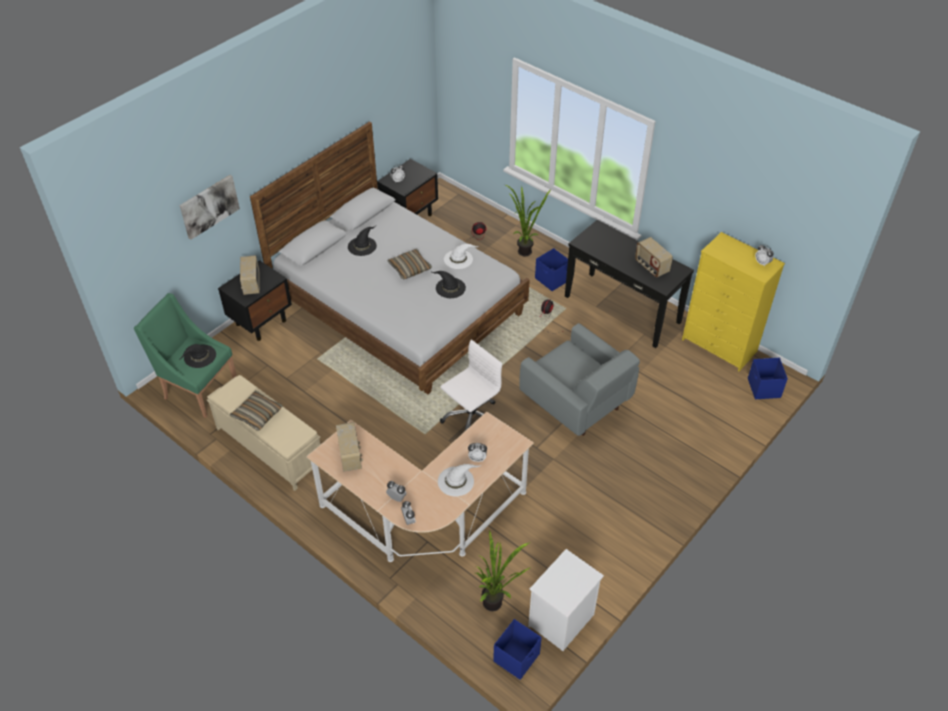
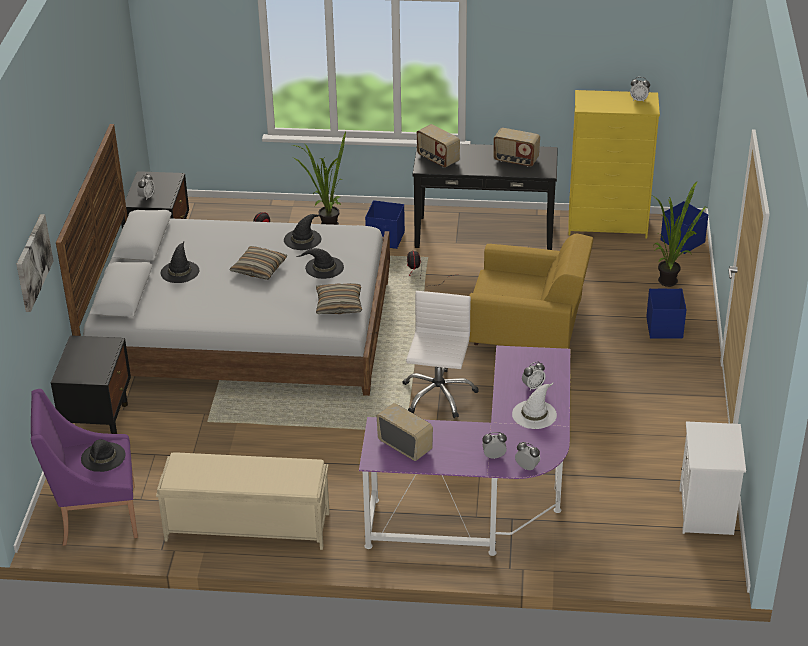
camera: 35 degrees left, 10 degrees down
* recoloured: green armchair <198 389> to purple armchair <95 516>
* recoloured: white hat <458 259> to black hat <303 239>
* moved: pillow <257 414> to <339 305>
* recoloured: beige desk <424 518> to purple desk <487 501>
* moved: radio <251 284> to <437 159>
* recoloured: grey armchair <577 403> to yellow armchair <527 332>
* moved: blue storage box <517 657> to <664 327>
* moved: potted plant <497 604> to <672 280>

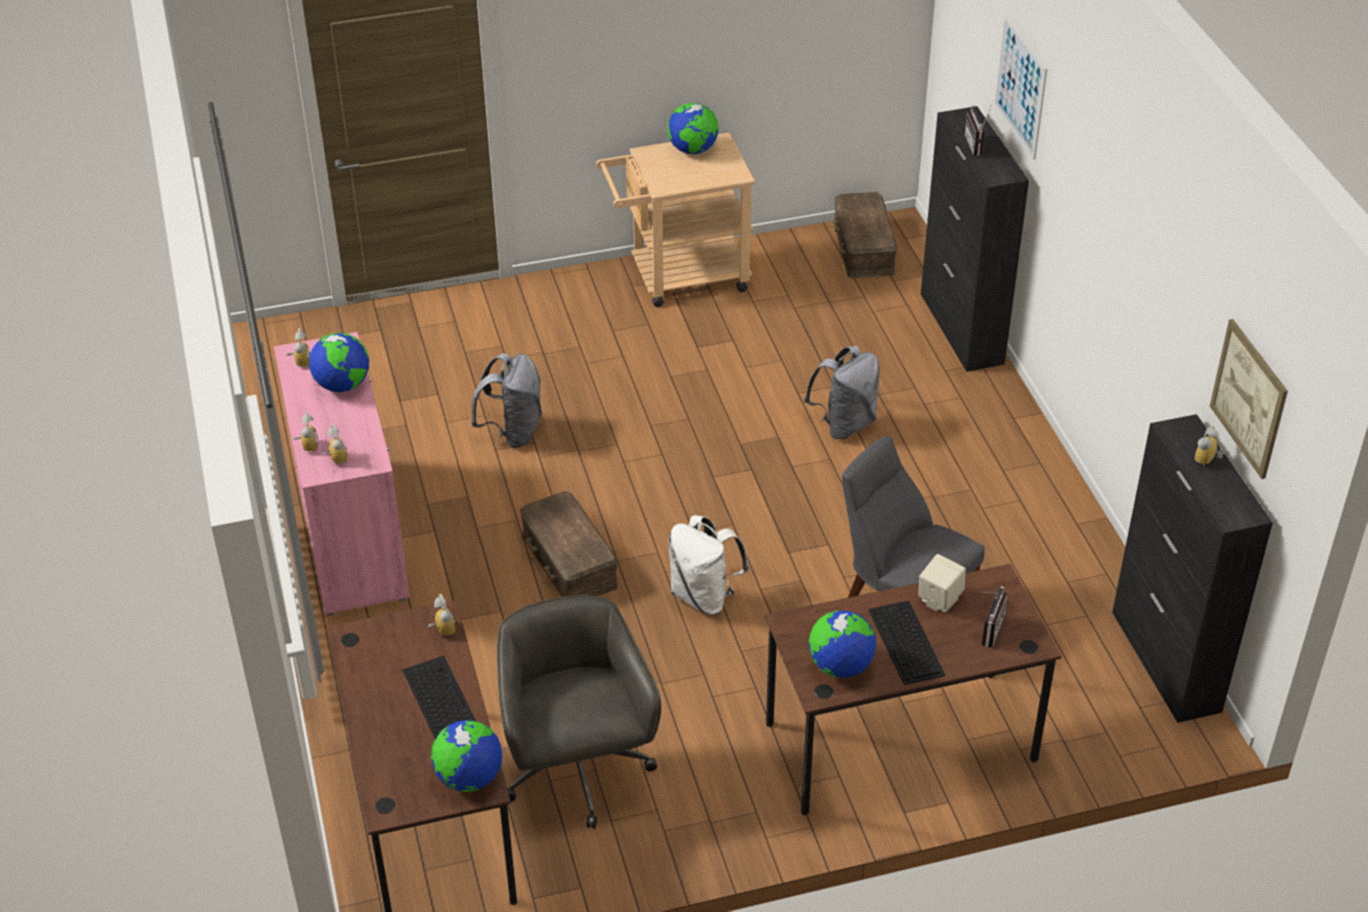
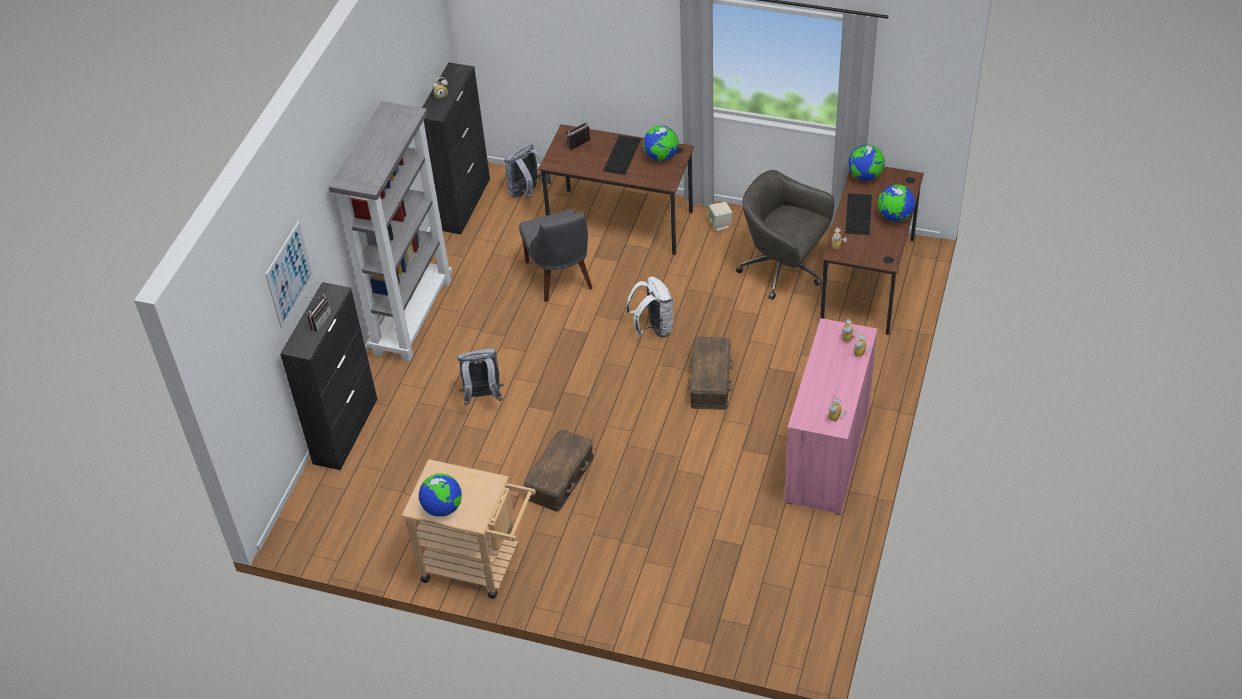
camera: 145 degrees left, 5 degrees up
* added: grey bookcase <412 316>
* moved: grey backpack <513 432> to <527 192>
* moved: brown storage box <864 247> to <559 477>
* moved: beige speaker <939 599> to <720 224>
* turned: grey office chair <576 771> = <783 270> 105 degrees clockwise
* moved: globe <343 385> to <894 216>
* removed: picture <1249 398>

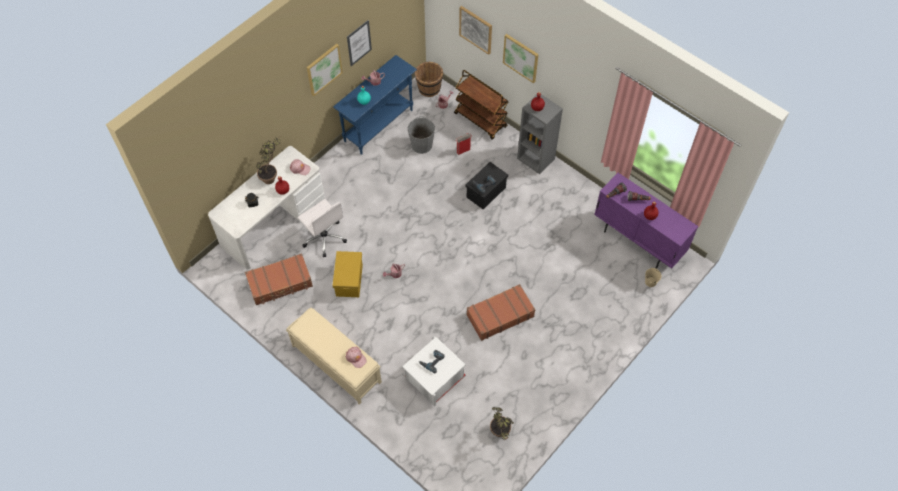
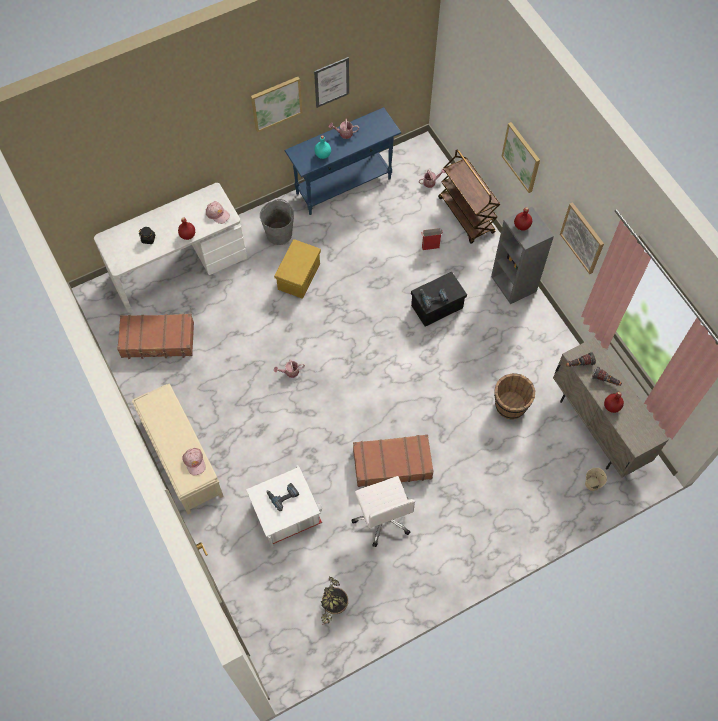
camera: 20 degrees right, 5 degrees up
* moved: grey bucket <422 145> to <279 233>
* moved: yellow storage box <349 280> to <299 277>
* moved: white office chair <324 238> to <382 518>
* moved: brown bucket <429 89> to <510 406>
* recoloured: purple cabinet <637 242> to beige cabinet <597 428>
* moved: picture <476 29> to <582 238>
* removed: potted plant <272 176>

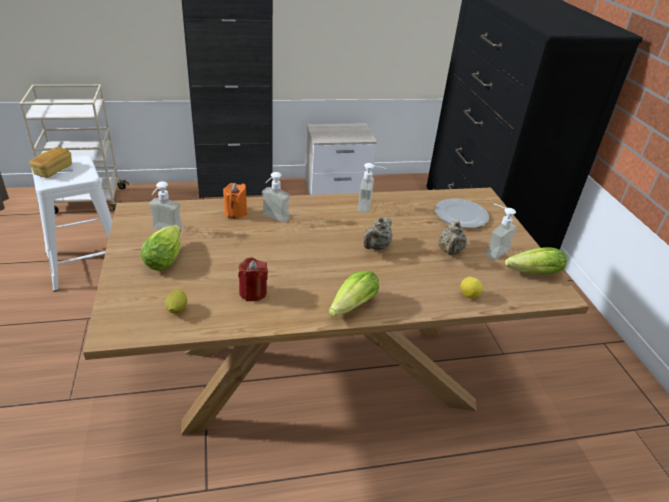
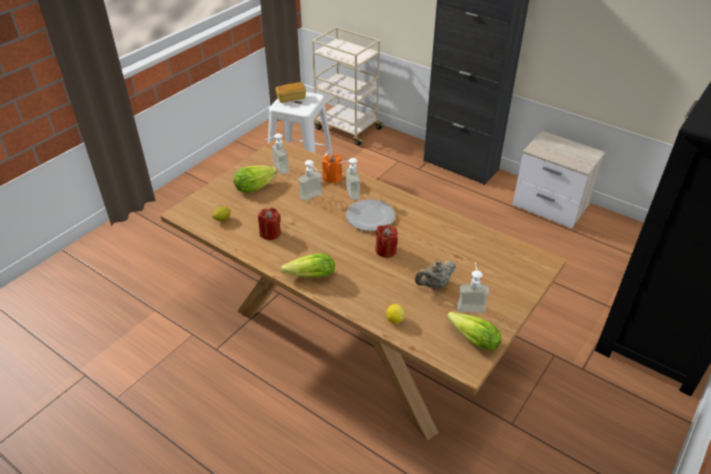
camera: 50 degrees right, 5 degrees up
* moved: soap dispenser <370 206> to <313 198>
* moved: plate <461 215> to <371 217>
* replaced: beige teapot <376 247> to red candle <386 250>

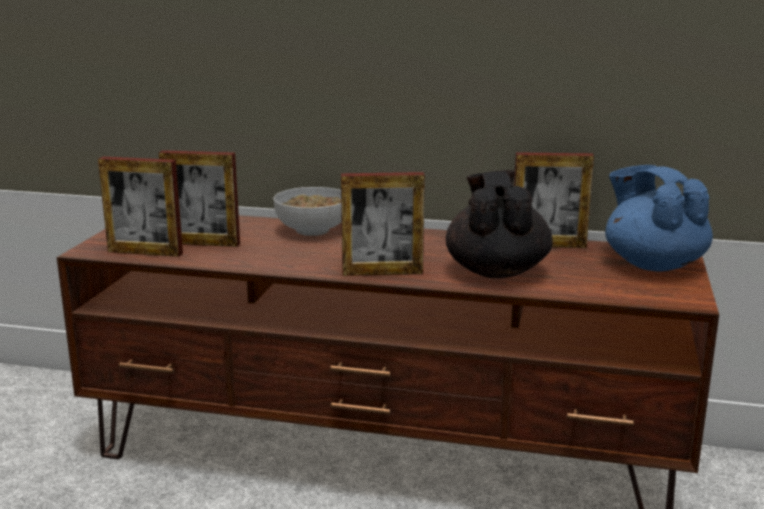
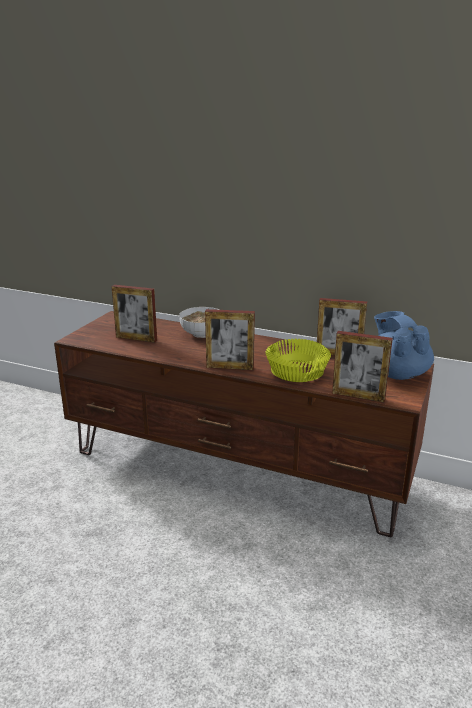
camera: 10 degrees right, 5 degrees up
* replaced: black teapot <496 271> to yellow bowl <298 371>
* moved: picture frame <145 252> to <358 396>

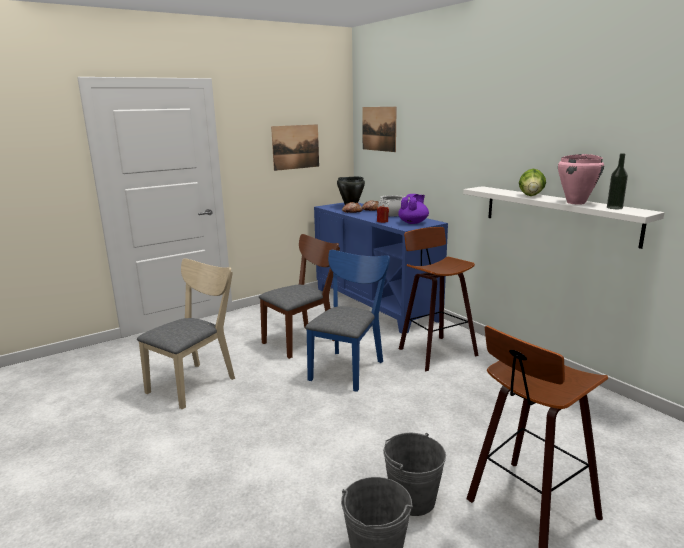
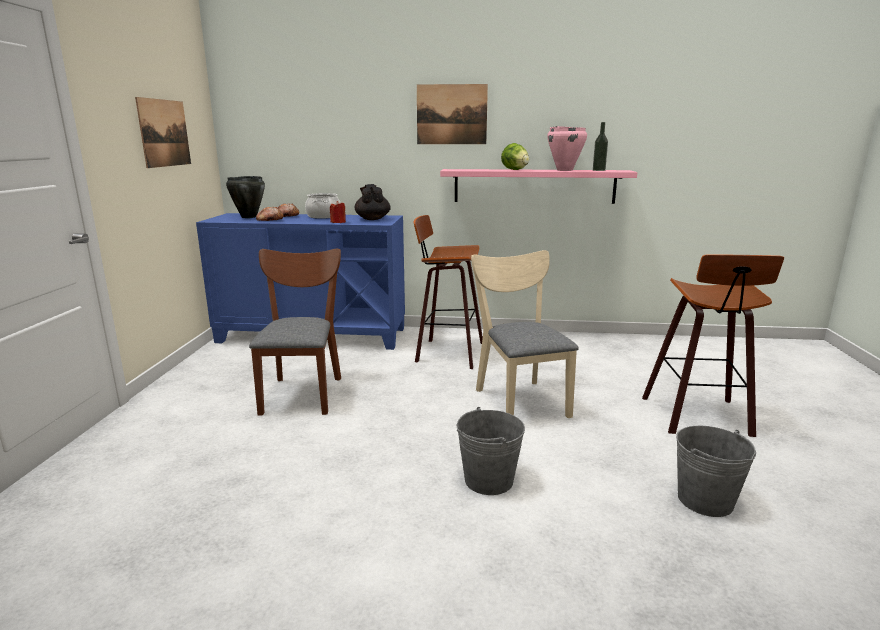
camera: 50 degrees left, 0 degrees up
* recoloured: purple teapot <413 222> to black teapot <372 219>
* moved: picture <379 129> to <451 114>
* recoloured: white shelf <557 214> to pink shelf <534 186>
* moved: grey bucket <412 499> to <488 480>
* moved: beige chair <196 382> to <519 399>
* removed: blue chair <349 367>

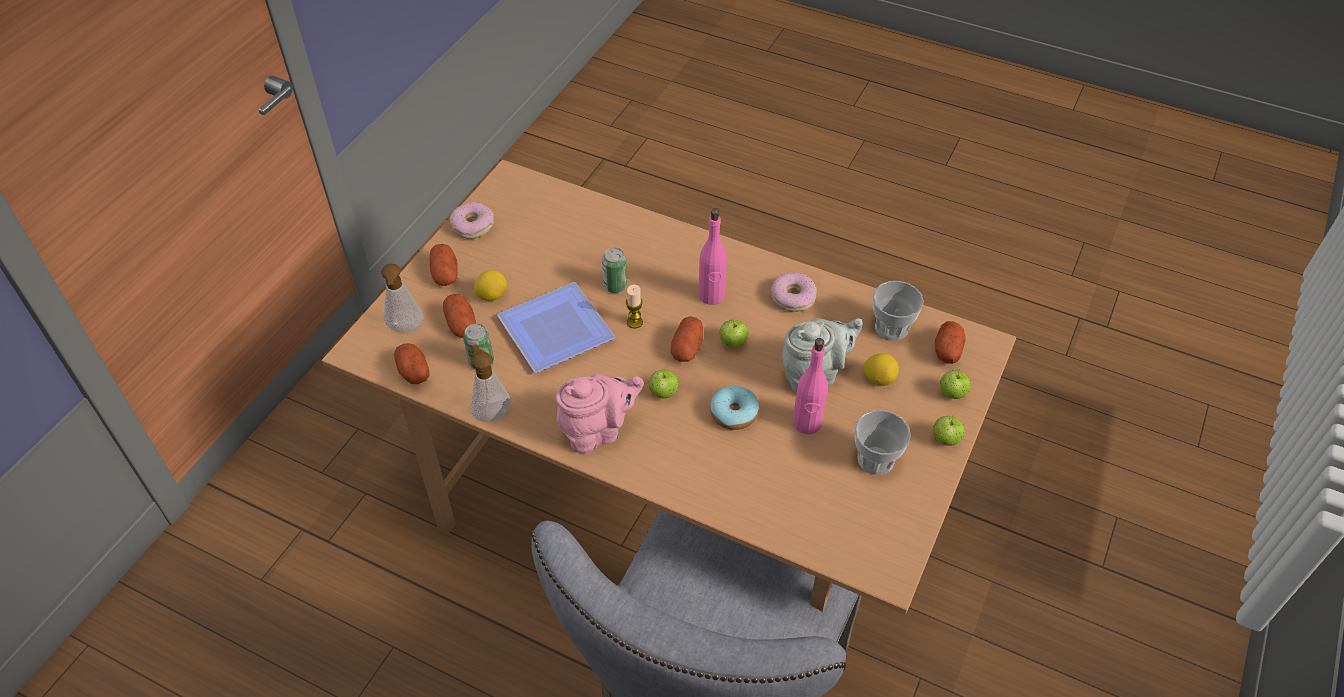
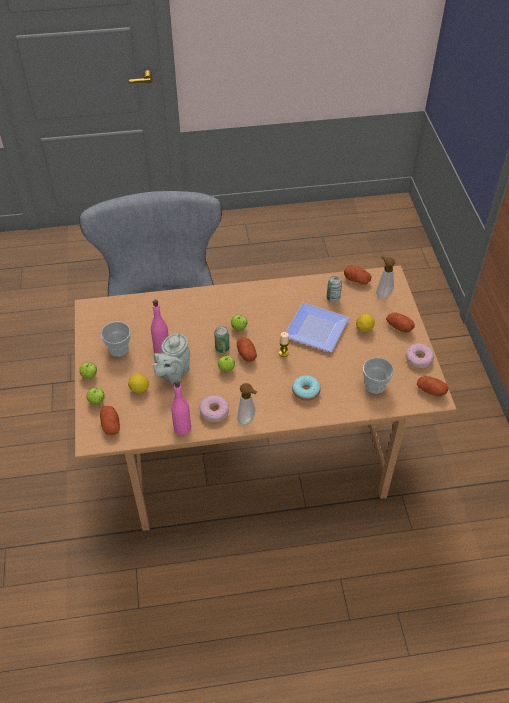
camera: 145 degrees right, 0 degrees up
* moved: pink bottle <711 295> to <182 428>
* moved: can <615 286> to <222 348>
* moved: soap dispenser <491 412> to <248 420>
* moved: donut <734 413> to <305 391>
* moved: cup <891 328> to <375 385>
* moved: potato <461 324> to <430 390>
* removed: pink teapot <598 431>

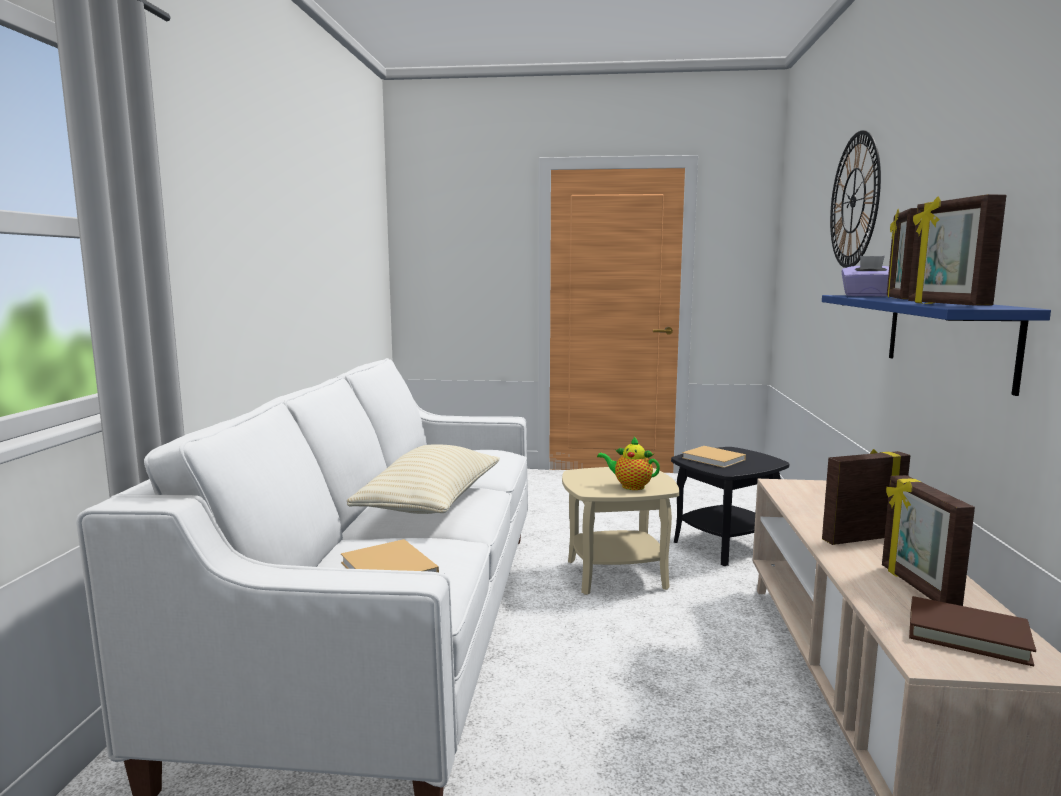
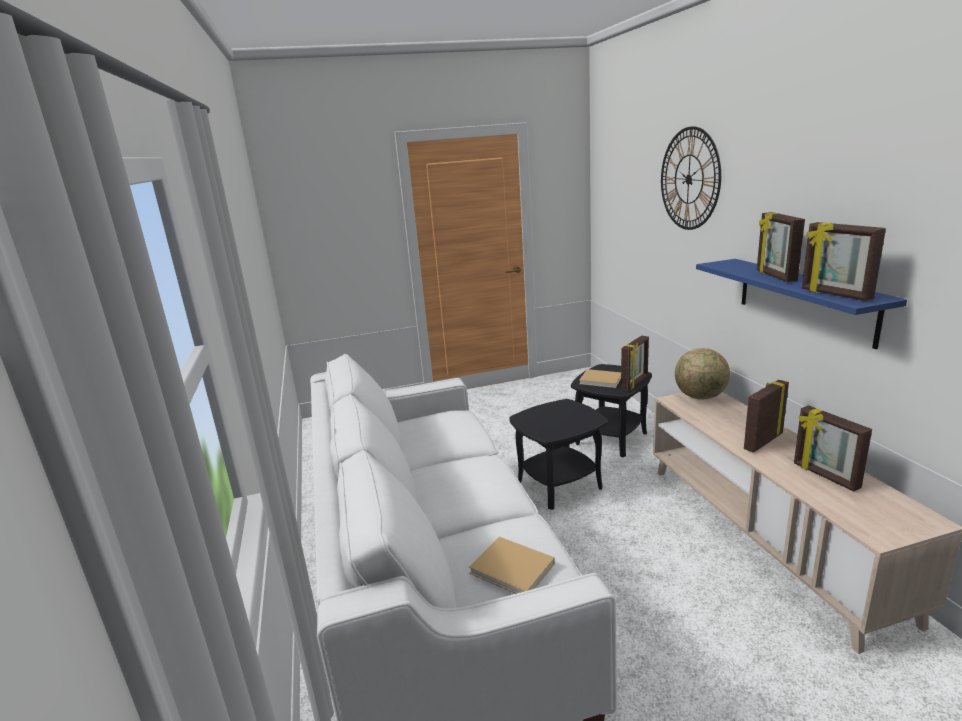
camera: 20 degrees left, 10 degrees up
* recoloured: beige side table <616 575> to black side table <559 485>
* added: picture frame <635 383>
* added: globe <700 397>
* removed: beige pillow <431 503>
* removed: teapot <630 486>
* removed: purple tissue box <868 296>
* removed: brown book <967 635>

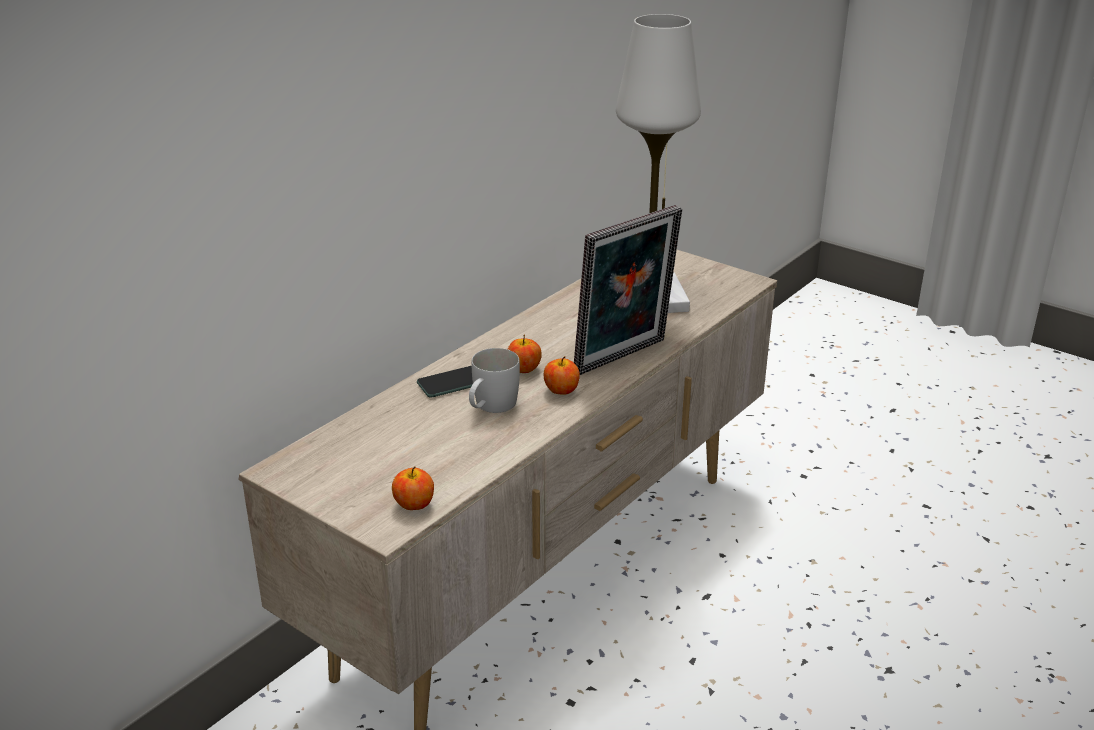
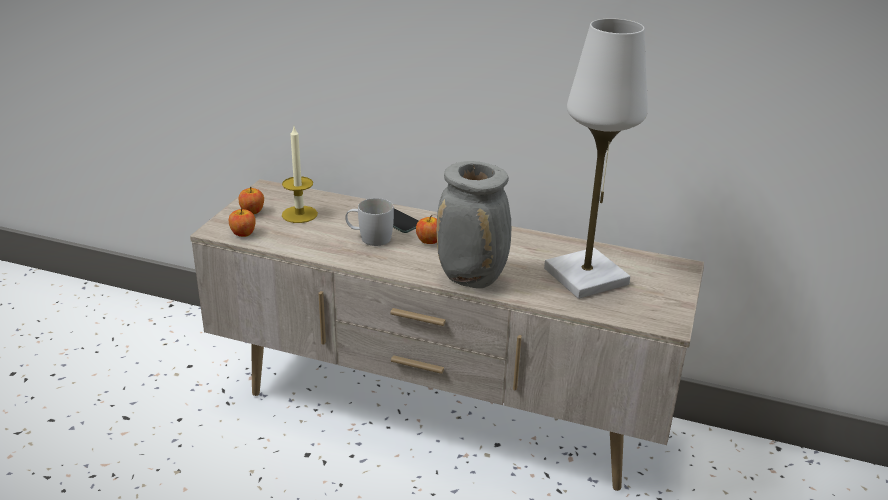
camera: 70 degrees right, 0 degrees up
* moved: apple <561 390> to <252 211>
* added: candle <299 214>
* replaced: picture frame <624 358> to grey vase <473 279>

